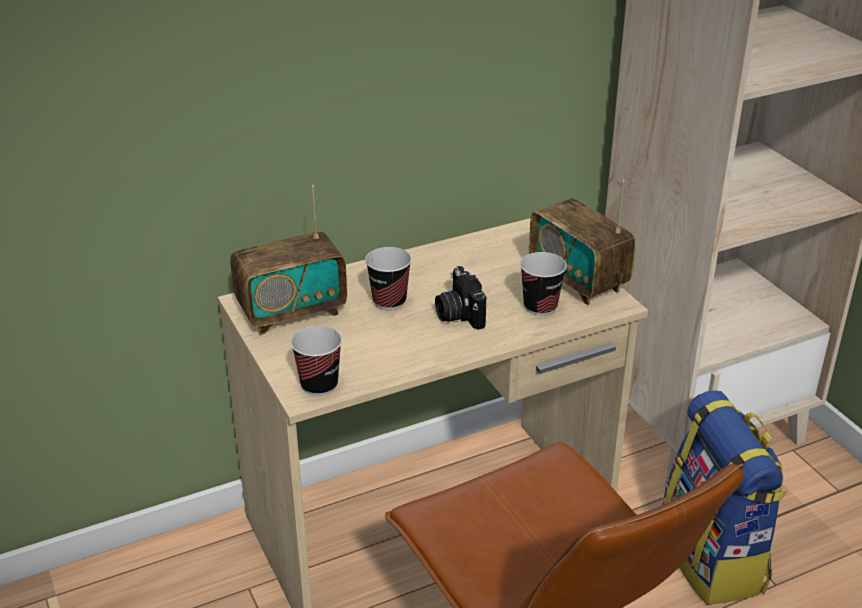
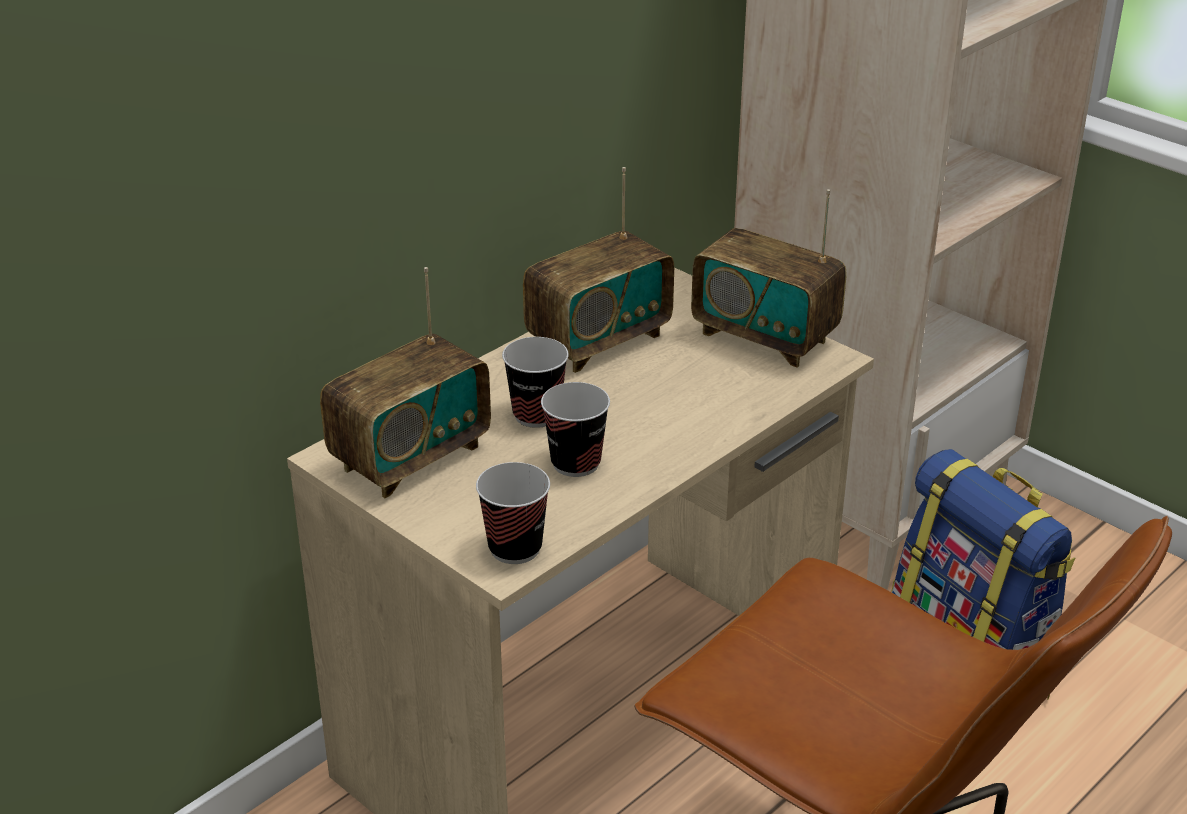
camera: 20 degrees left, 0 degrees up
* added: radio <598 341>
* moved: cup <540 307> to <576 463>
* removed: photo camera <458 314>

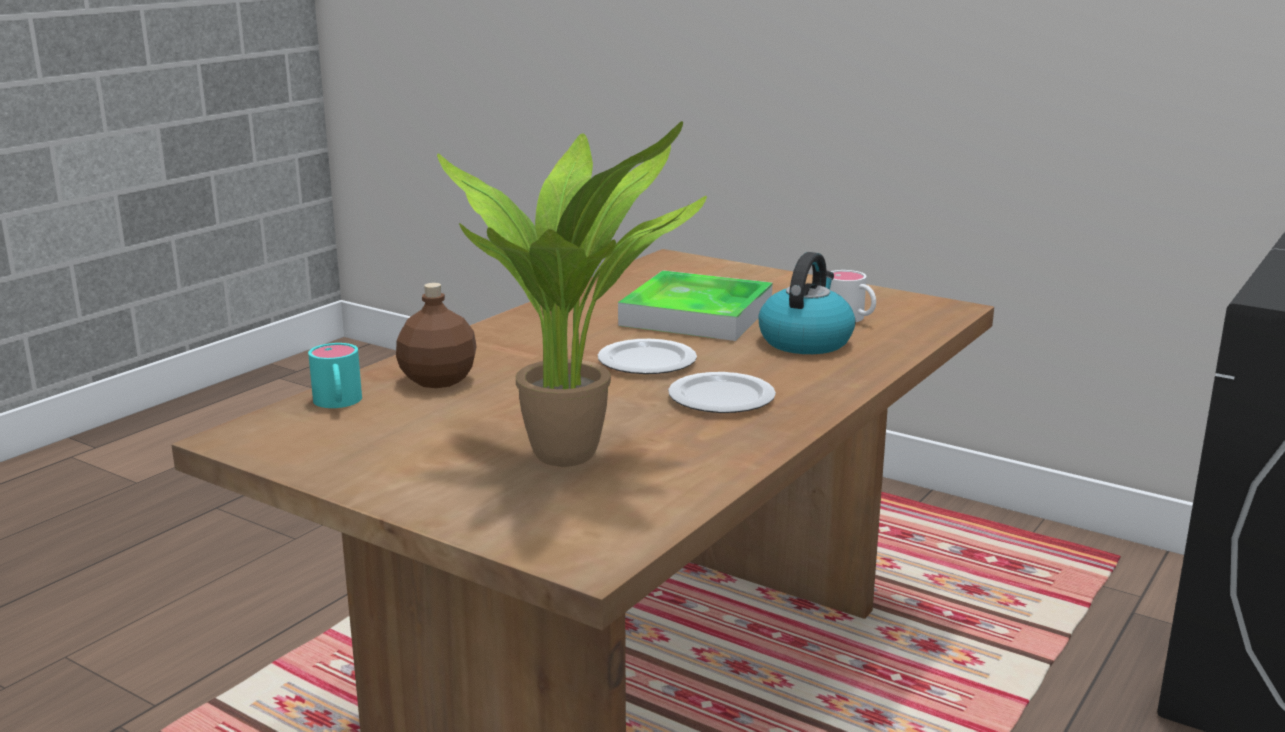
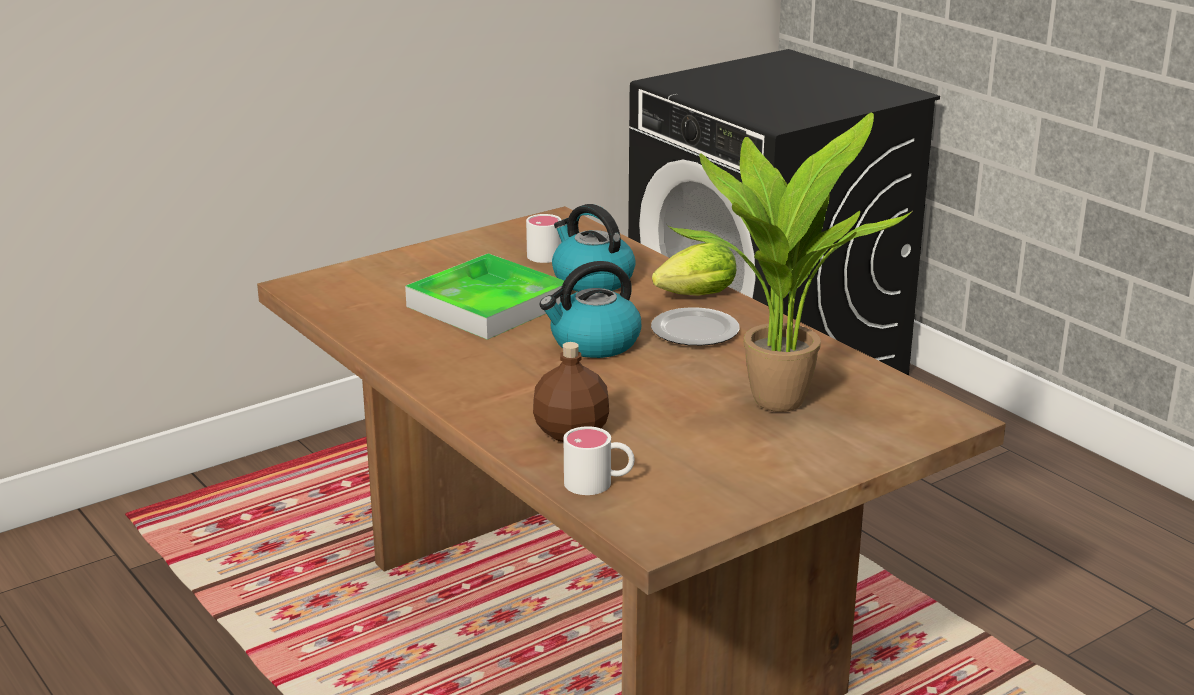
camera: 70 degrees left, 5 degrees up
* replaced: plate <646 362> to kettle <594 343>
* recoloured: turquoise mug <338 403> to white mug <599 483>
* added: lettuce <692 296>

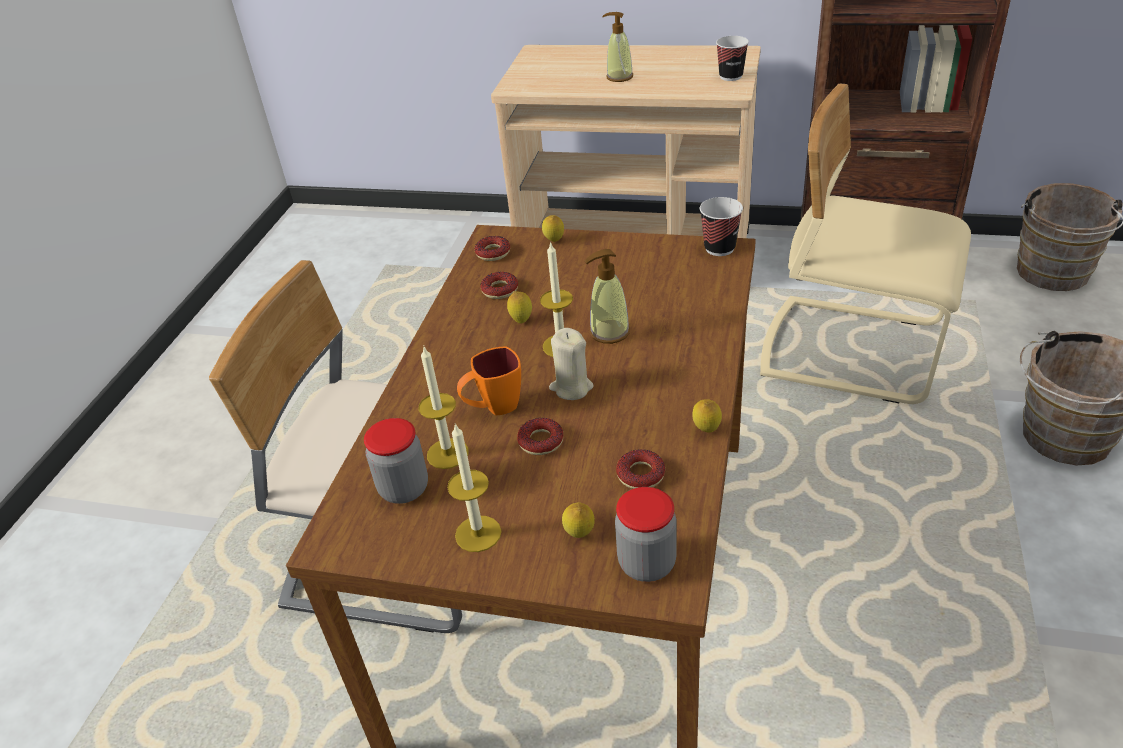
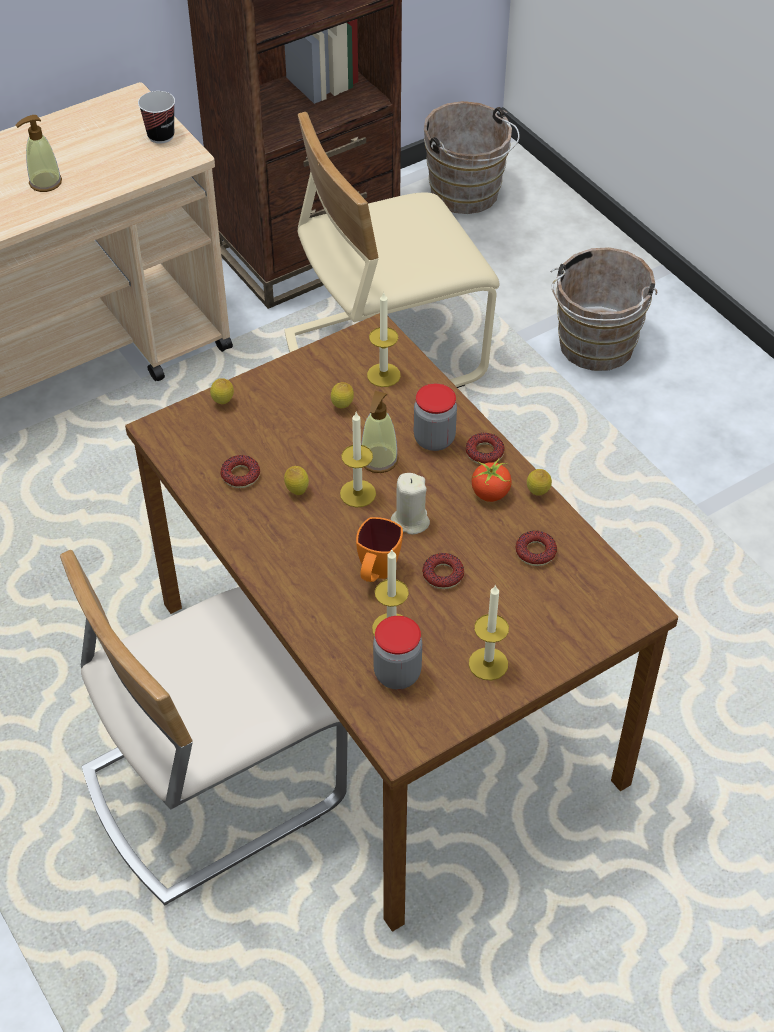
camera: 50 degrees left, 10 degrees up
* moved: lemon <579 535> to <342 407>
* added: candle <383 375>
* moved: jar <647 563> to <434 439>
* moved: donut <493 253> to <484 453>
* added: tomato <490 494>
* removed: cup <719 248>

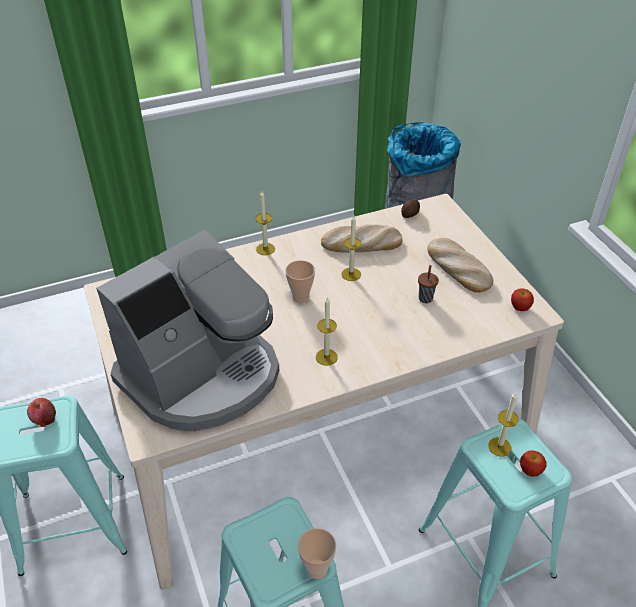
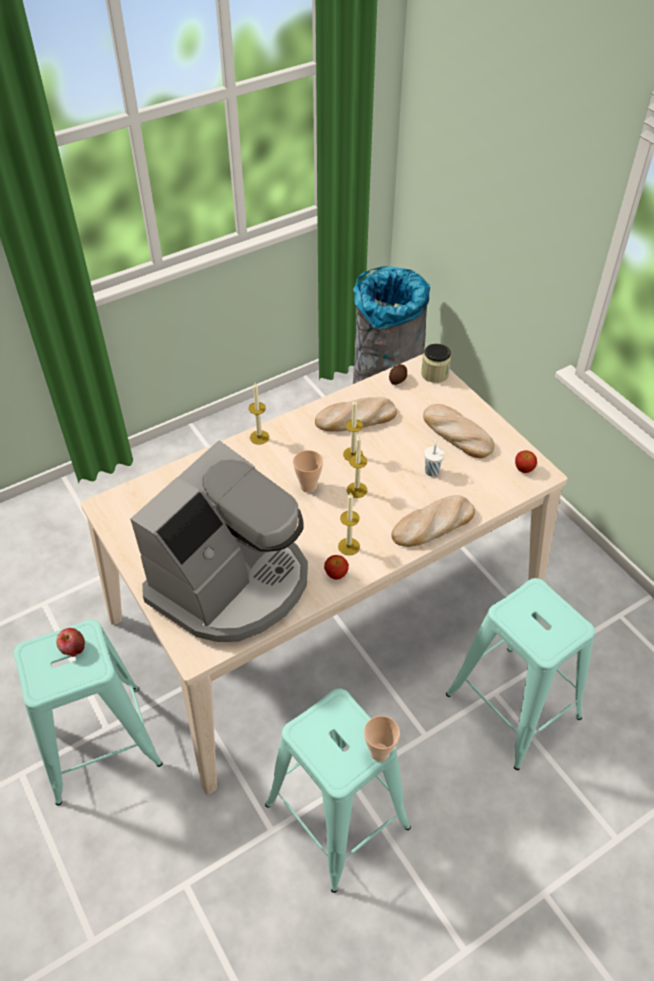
camera: 10 degrees left, 5 degrees up
* moved: apple <530 470> to <336 574>
* moved: candle <499 447> to <357 490>
* added: bread <433 525>
* added: jar <434 374>
* recoloured: brown cup <425 298> to white cup <431 470>

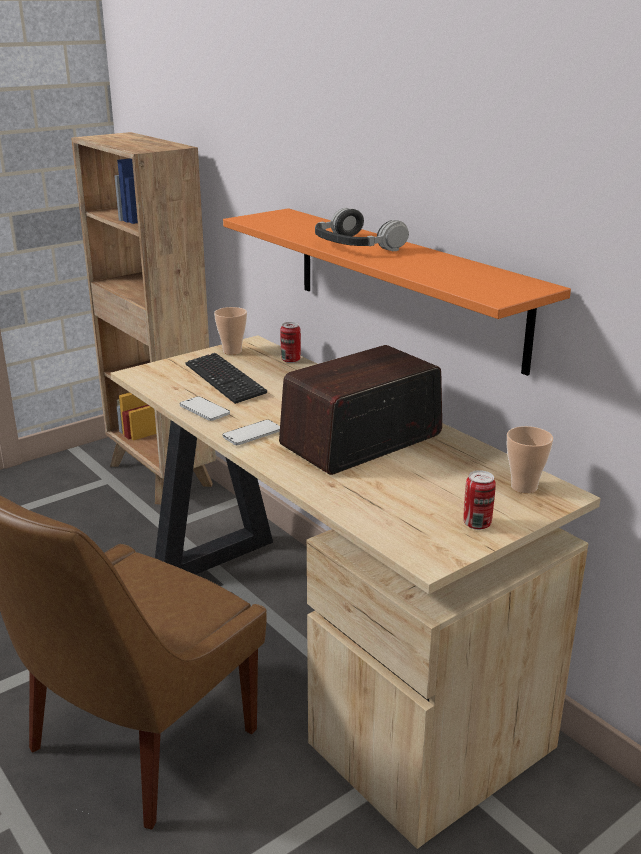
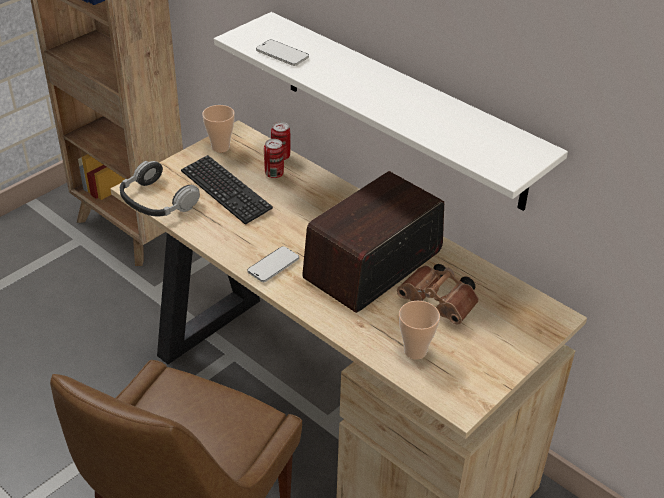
camera: 10 degrees left, 15 degrees up
* moved: headphones <356 245> to <157 201>
* recoloured: orange shelf <405 285> to white shelf <402 110>
* moved: phone <204 410> to <282 54>
* moved: can <477 524> to <274 174>
* added: brown binoculars <440 304>
* moved: cup <524 487> to <415 351>

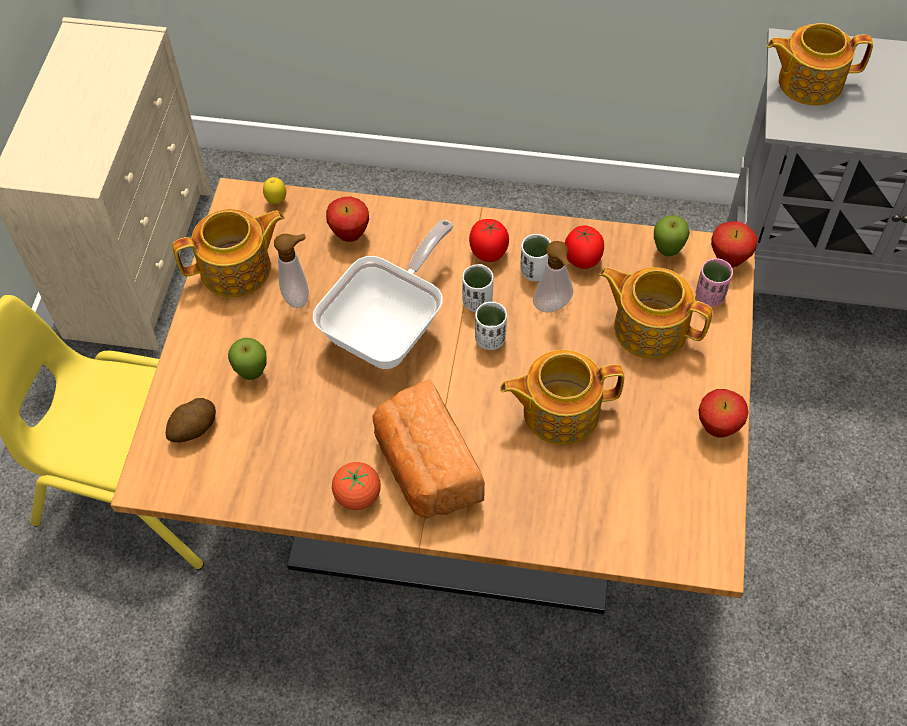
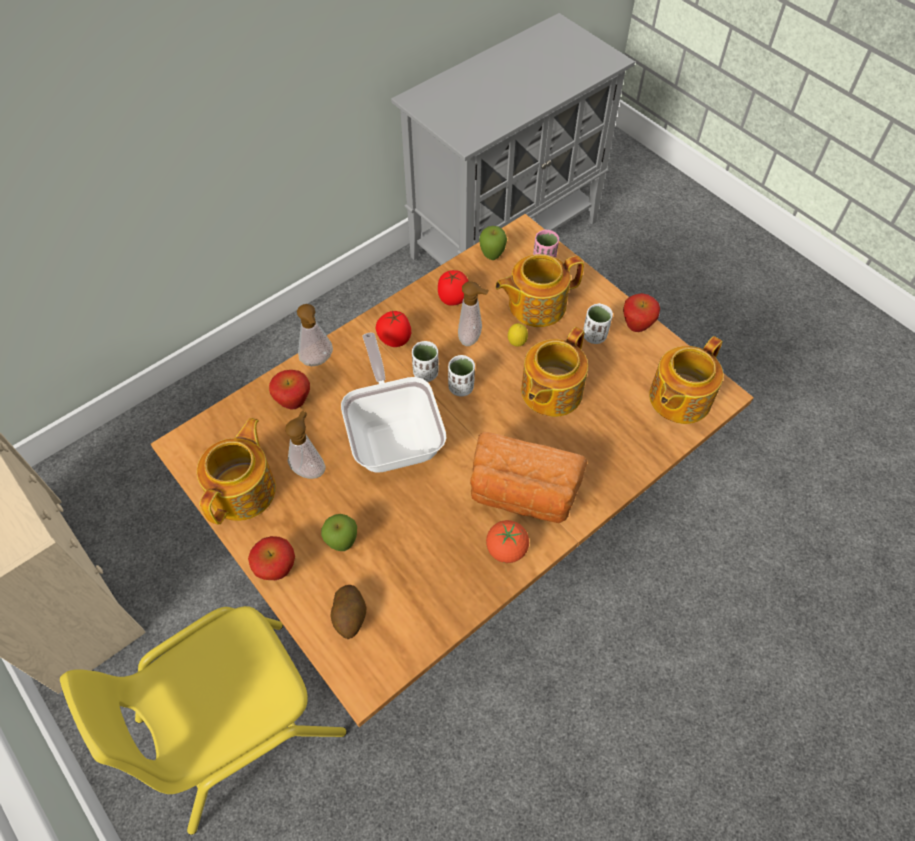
camera: 50 degrees left, 0 degrees up
* moved: apple <728 260> to <277 570>
* added: soap dispenser <318 362>
* moved: lemon <276 201> to <516 344>
* moved: white cup <534 271> to <594 336>
* moved: teapot <808 82> to <678 398>

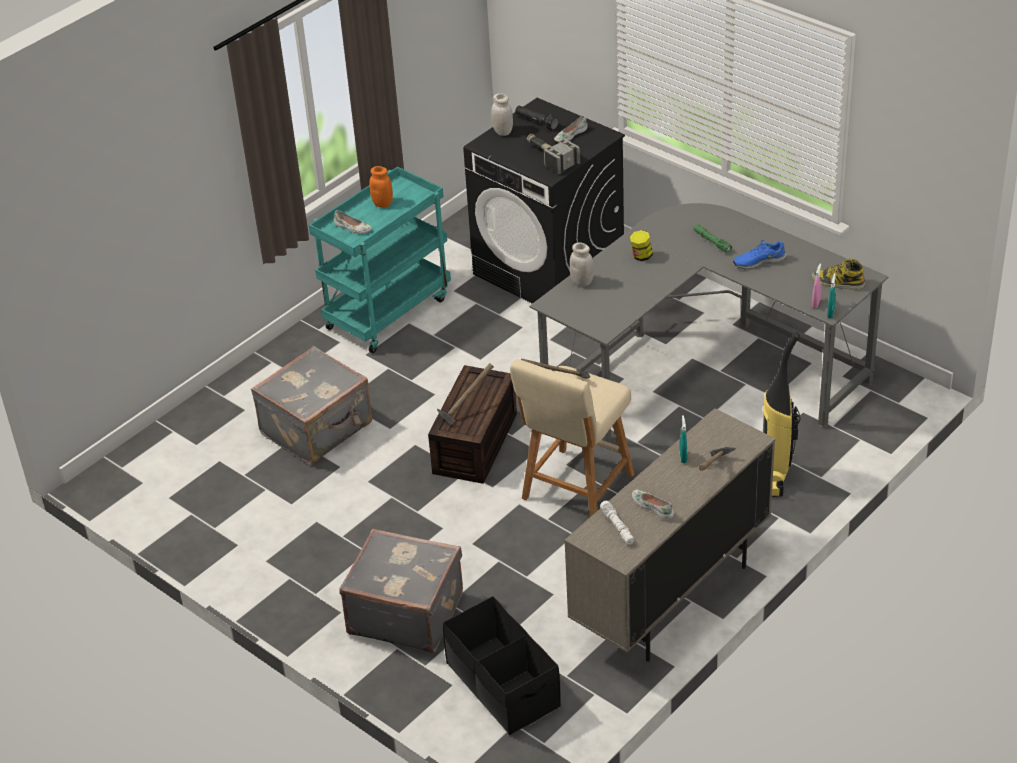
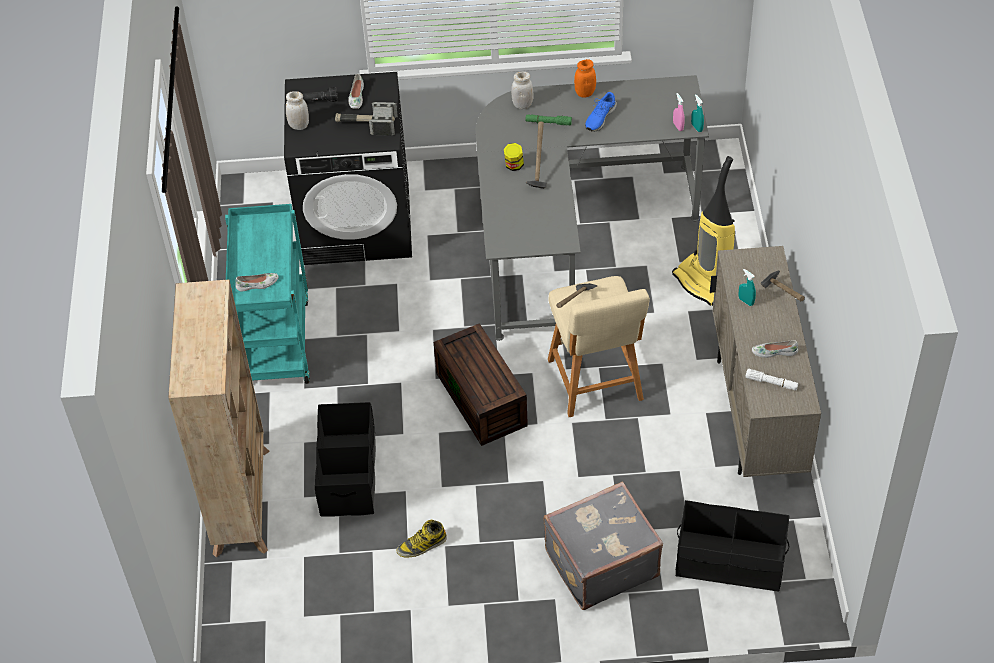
camera: 45 degrees left, 10 degrees up
* added: beige bookcase <242 501>
* replaced: grey suitcase <318 429> to black storage box <349 474>
* moved: boot <837 282> to <422 545>
* moved: white jar <582 282> to <522 104>
* moved: hammer <466 410> to <538 172>
* moved: orange jar <382 204> to <585 93>

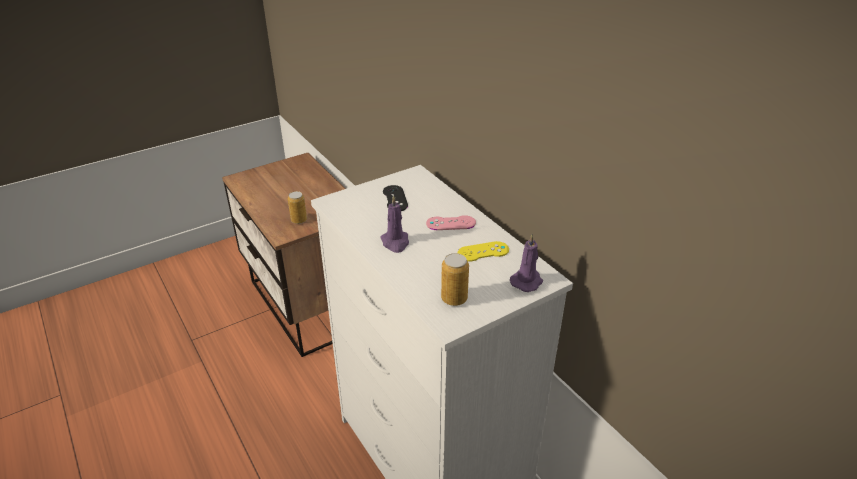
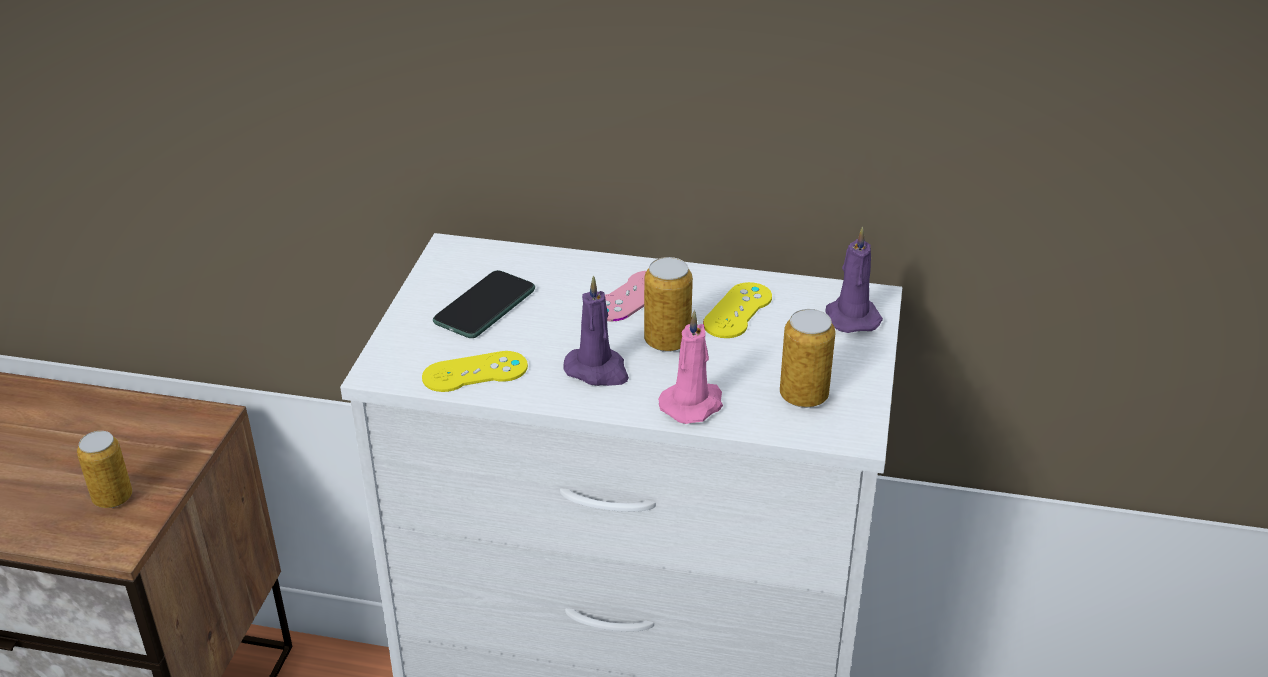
camera: 45 degrees left, 0 degrees up
* added: yellow game controller <475 372>
* replaced: black game controller <395 198> to phone <485 306>
* added: can <667 341>
* added: pink candle <693 404>

